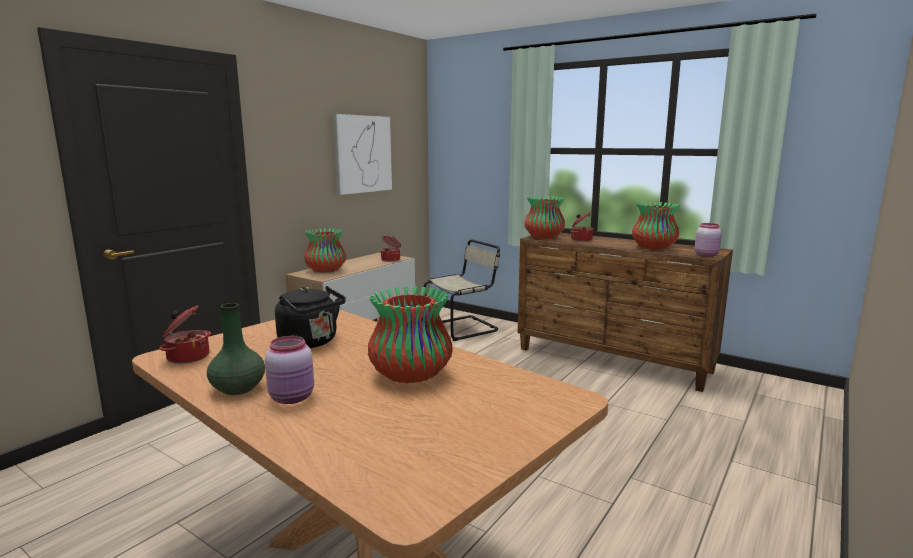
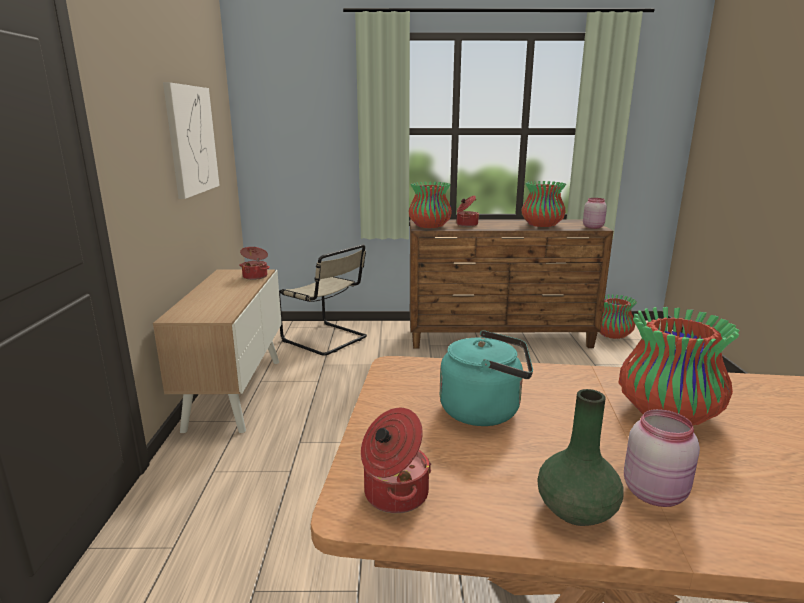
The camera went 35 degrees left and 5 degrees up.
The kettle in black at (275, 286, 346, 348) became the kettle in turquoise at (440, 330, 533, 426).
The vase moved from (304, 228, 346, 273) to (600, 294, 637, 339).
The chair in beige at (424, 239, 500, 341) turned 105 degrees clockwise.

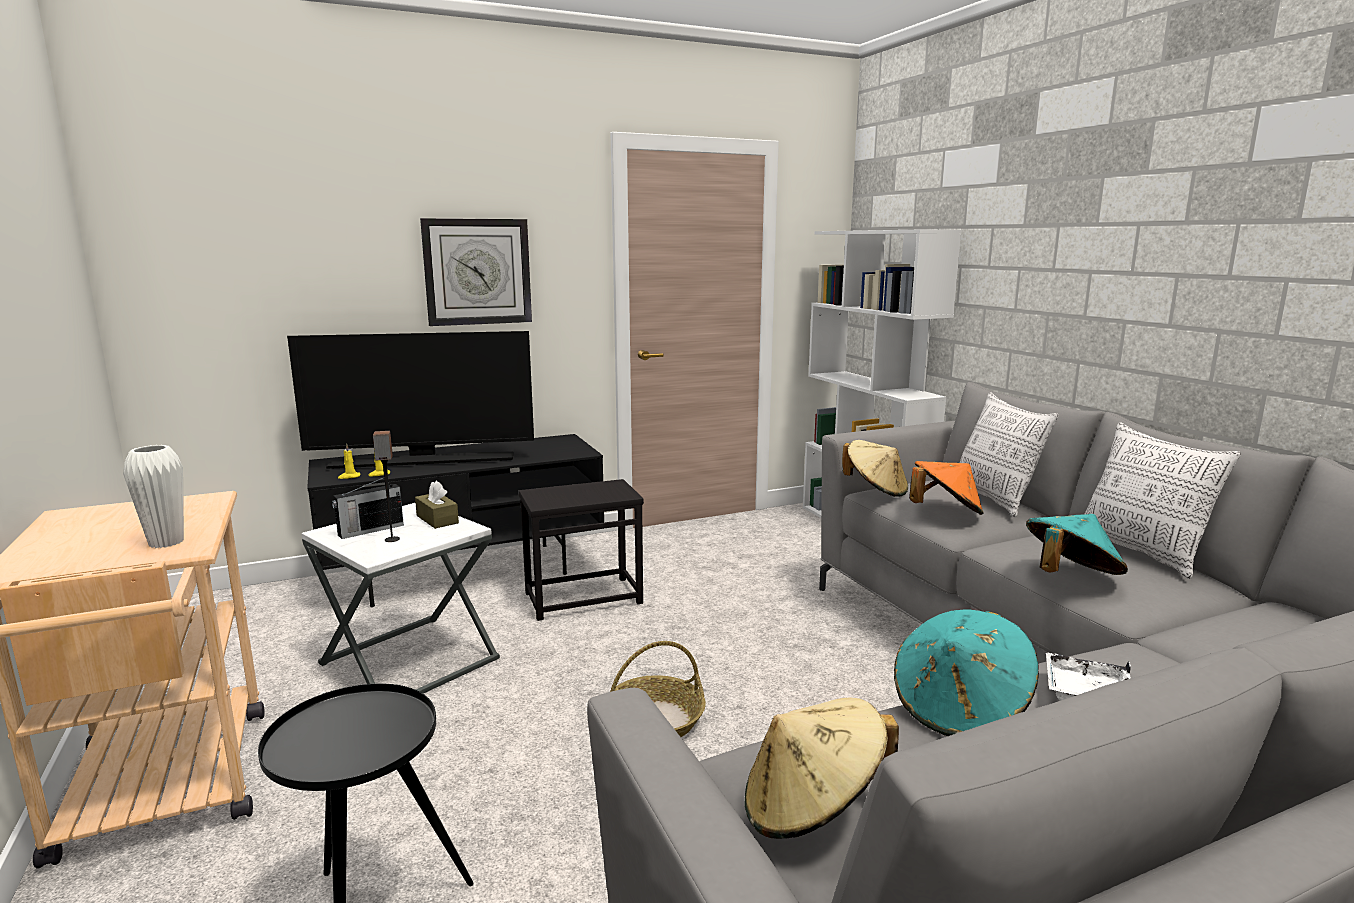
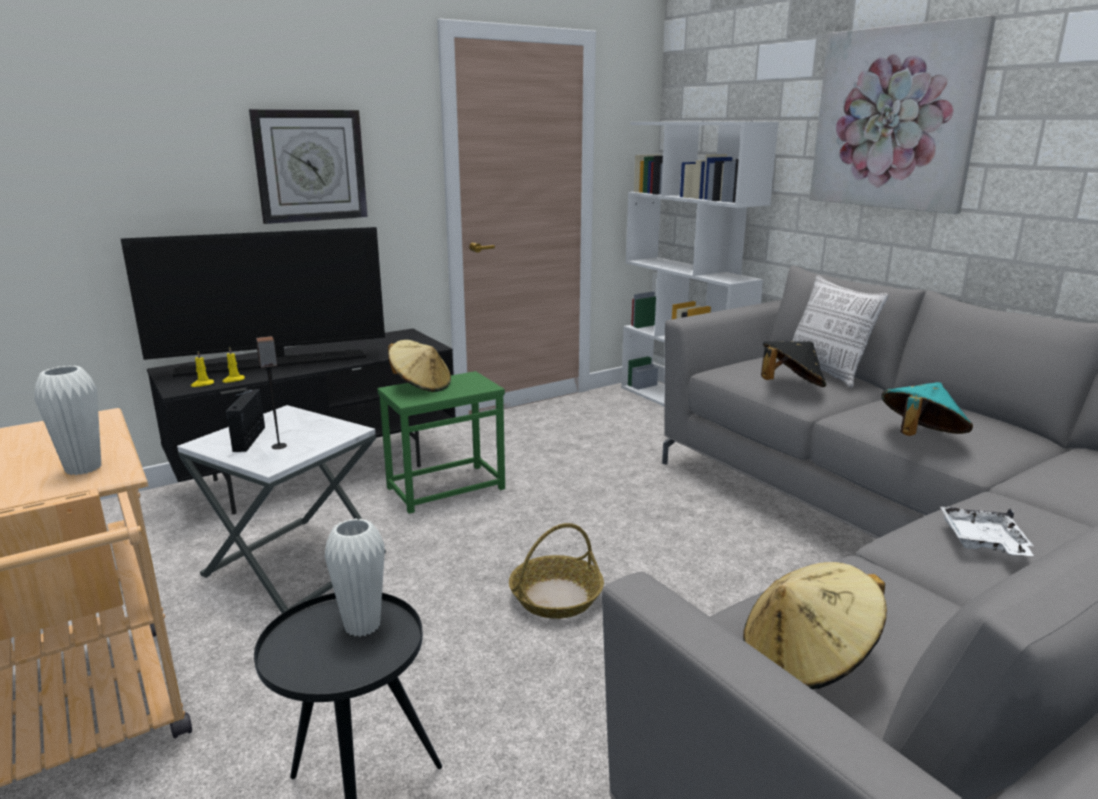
The camera went 10 degrees left and 5 degrees up.
The radio at (332, 475, 404, 539) turned 135 degrees clockwise.
The tissue box in brown at (415, 481, 459, 529) disappeared.
The side table in black at (519, 479, 644, 621) became the side table in green at (377, 371, 505, 514).
The hat in beige moved from (842, 440, 908, 497) to (388, 340, 451, 392).
The hat in turquoise at (894, 609, 1039, 736) disappeared.
The hat in orange at (909, 461, 984, 515) became the hat in black at (761, 341, 826, 387).
The pillow at (1085, 422, 1241, 579) disappeared.
The vase in white at (325, 518, 385, 637) appeared.
The picture at (809, 15, 996, 214) appeared.

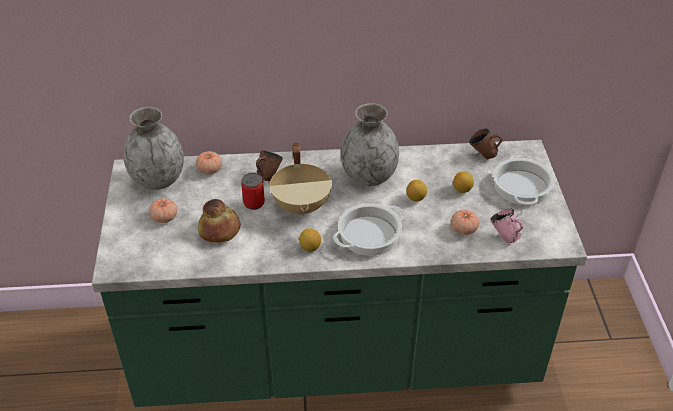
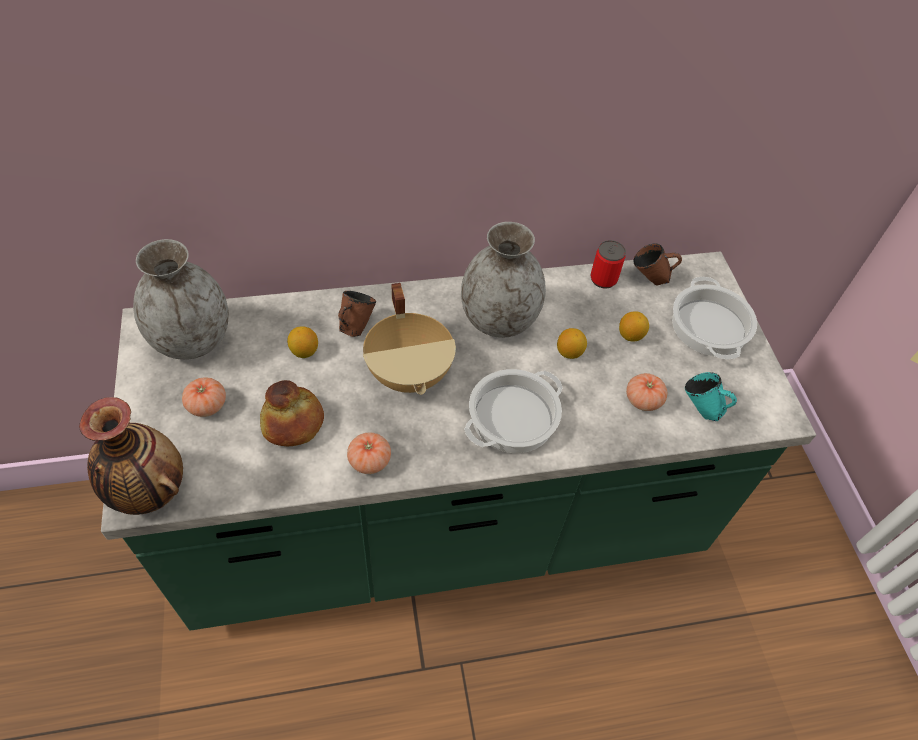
The camera went 10 degrees left and 10 degrees up.
The tomato moved from (196, 151, 222, 174) to (347, 433, 391, 474).
The can moved from (241, 173, 265, 210) to (591, 240, 626, 289).
The lemon moved from (299, 228, 321, 252) to (287, 326, 318, 358).
The mug in pink at (490, 209, 523, 243) became the mug in turquoise at (685, 372, 737, 421).
The vase at (79, 397, 183, 515) appeared.

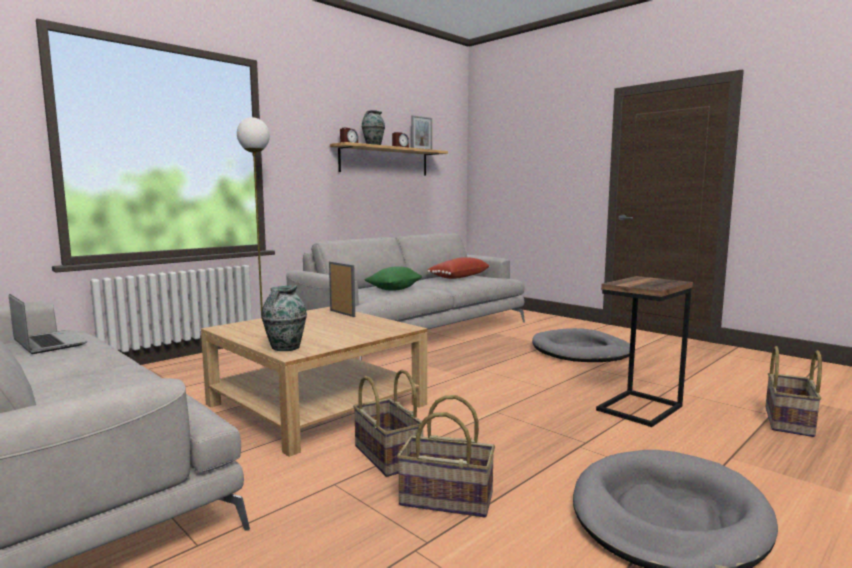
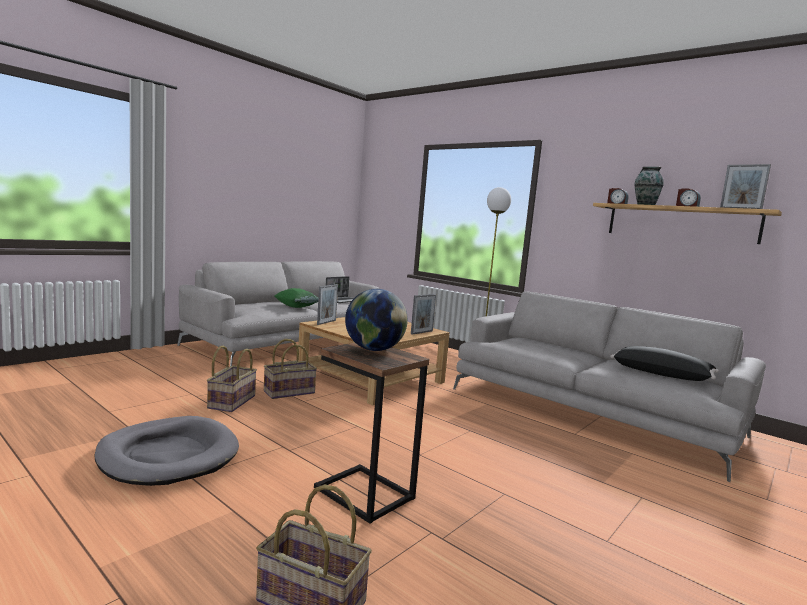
The camera went 85 degrees right and 0 degrees up.
The vase at (261, 285, 307, 351) was replaced by the picture frame at (317, 284, 338, 325).
The pillow in green moved from (364, 266, 423, 291) to (274, 288, 318, 308).
The pillow in red at (427, 257, 490, 279) became the pillow in black at (610, 346, 719, 381).
The dog bed in grey at (532, 328, 630, 362) disappeared.
The globe at (345, 289, 408, 351) appeared.

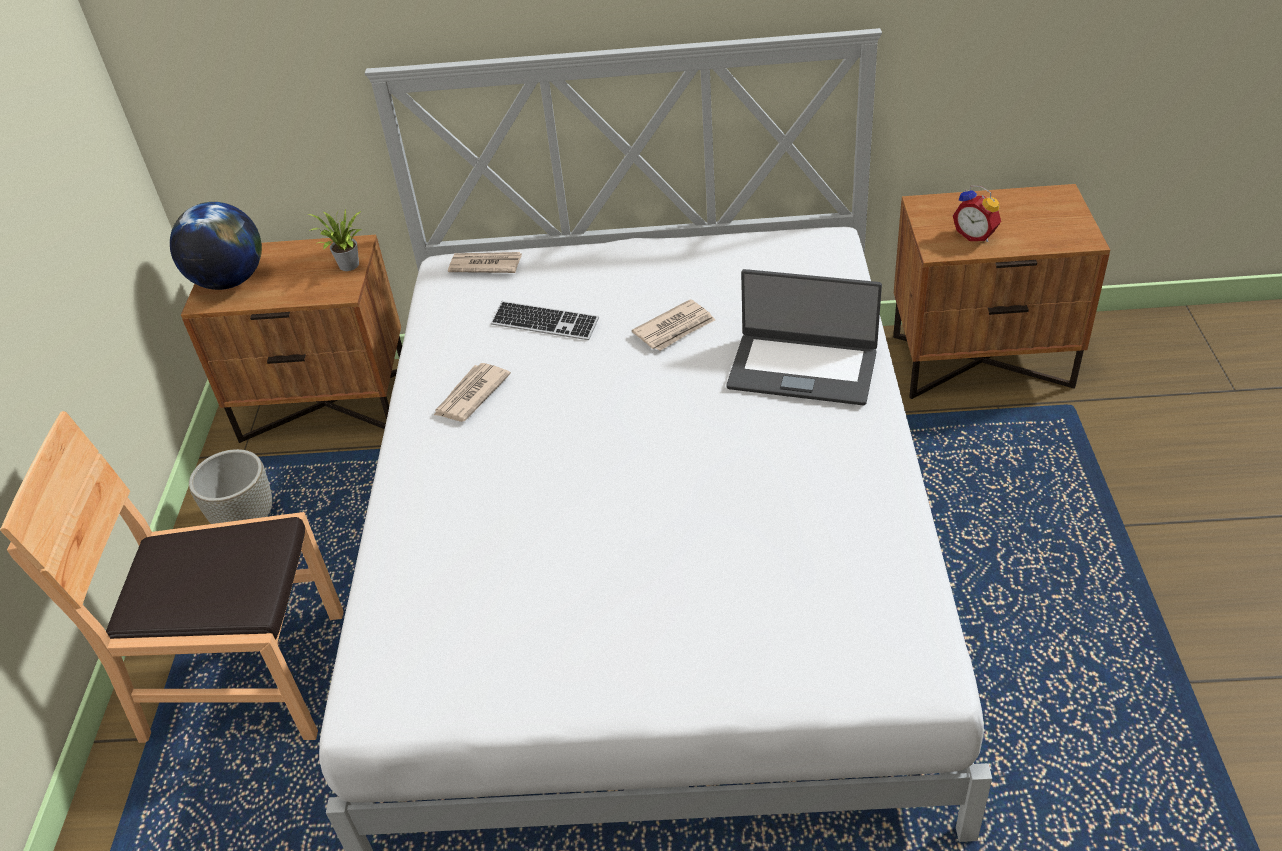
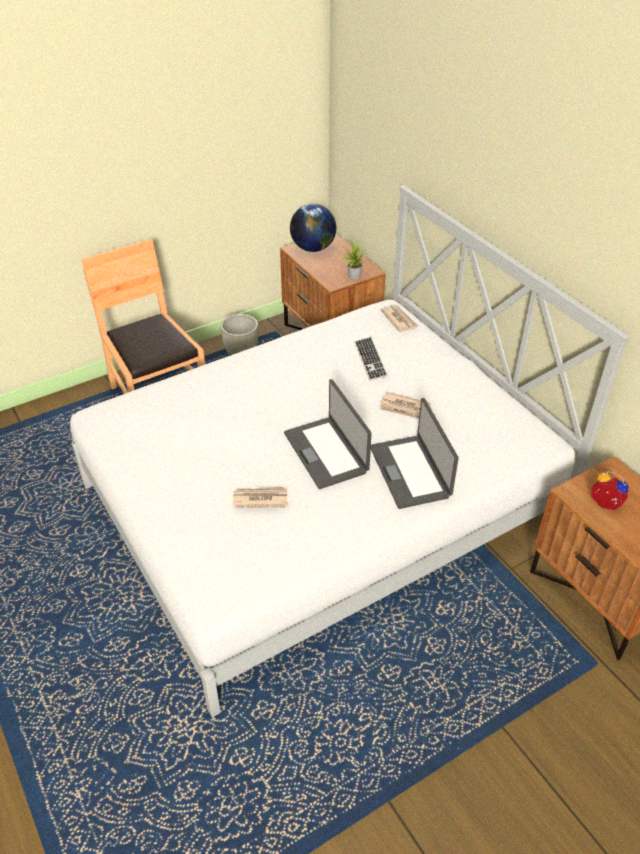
The camera went 55 degrees right and 0 degrees up.
The newspaper moved from (433, 363, 511, 422) to (233, 487, 287, 508).
The alarm clock at (953, 185, 1001, 242) turned 120 degrees clockwise.
The laptop at (284, 379, 372, 489) appeared.

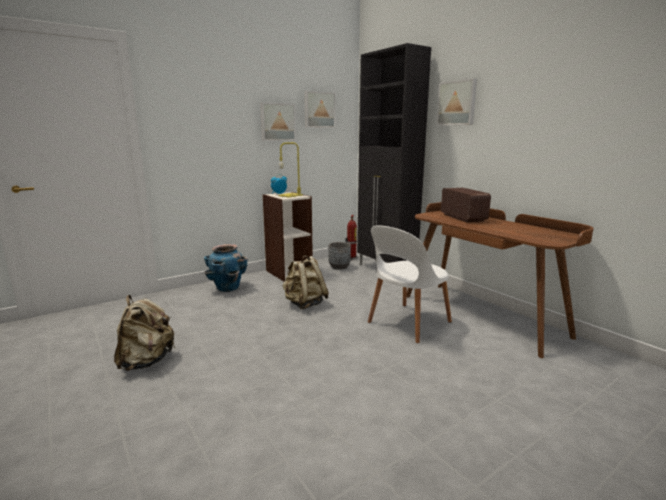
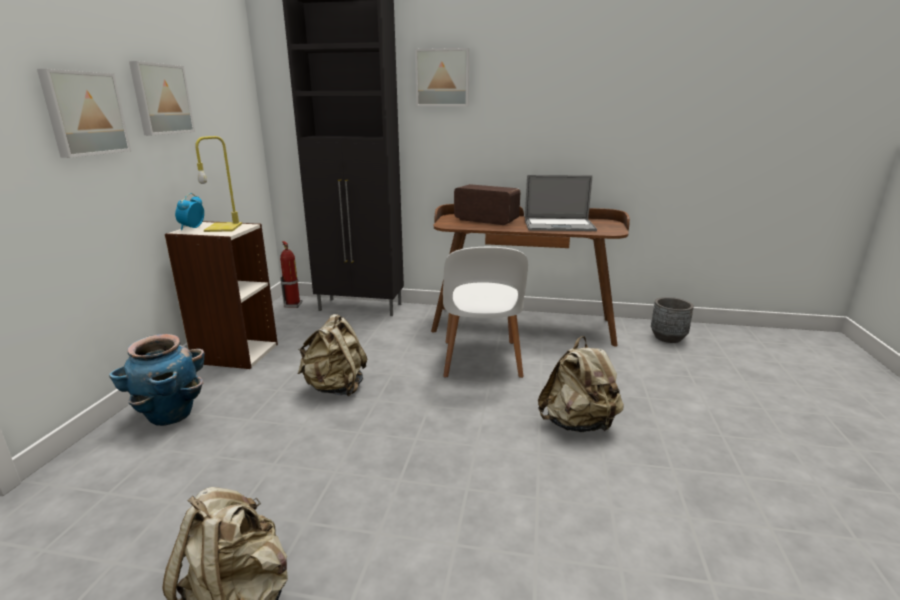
The camera went 45 degrees left and 5 degrees up.
The picture moved from (304, 91, 336, 128) to (37, 69, 131, 158).
The planter in grey moved from (328, 242, 351, 270) to (651, 297, 694, 343).
The laptop at (525, 175, 597, 231) appeared.
The backpack in beige at (538, 336, 624, 432) appeared.

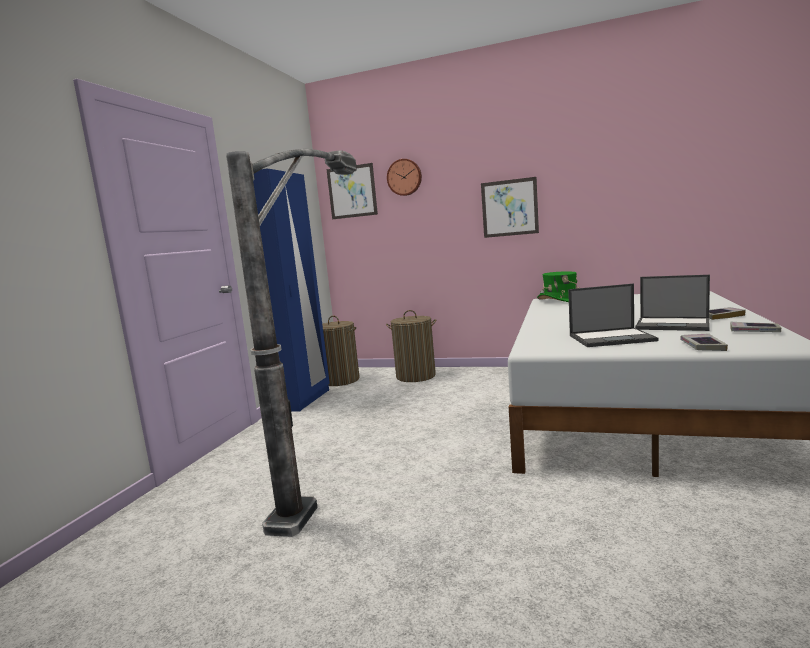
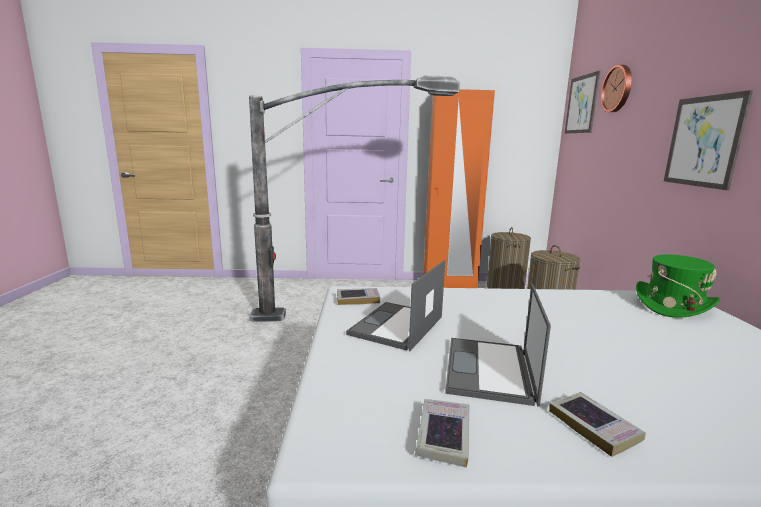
The camera went 70 degrees right and 5 degrees up.
The wardrobe in blue at (253, 169, 330, 412) became the wardrobe in orange at (424, 89, 495, 288).
The laptop at (568, 283, 658, 347) turned 45 degrees clockwise.
The book moved from (680, 333, 728, 351) to (337, 288, 380, 305).

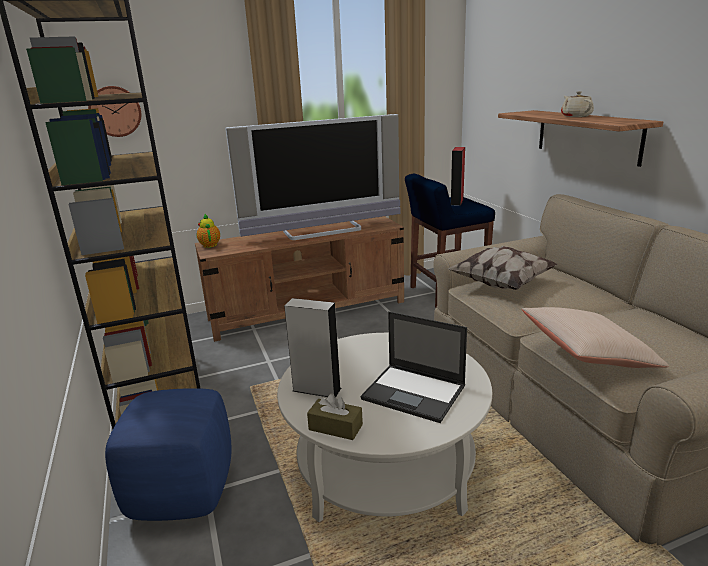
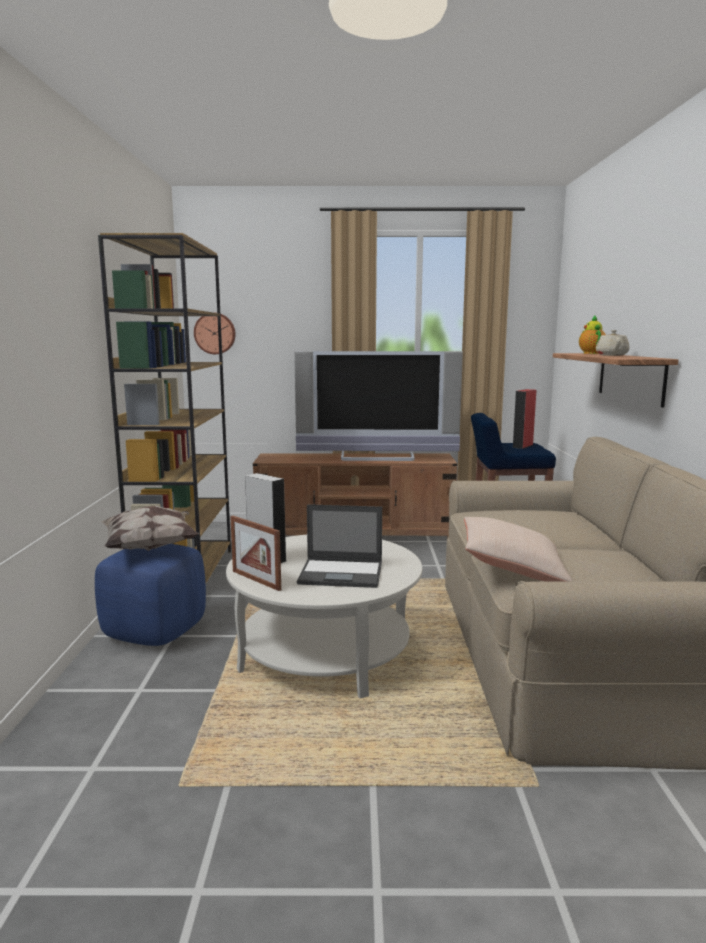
The camera went 20 degrees right and 10 degrees down.
The teapot moved from (197, 214, 220, 248) to (579, 315, 606, 354).
The tissue box in brown at (307, 393, 363, 440) was replaced by the picture frame at (230, 516, 281, 591).
The laptop at (361, 311, 467, 423) turned 45 degrees counterclockwise.
The pillow moved from (448, 246, 557, 290) to (101, 506, 199, 551).

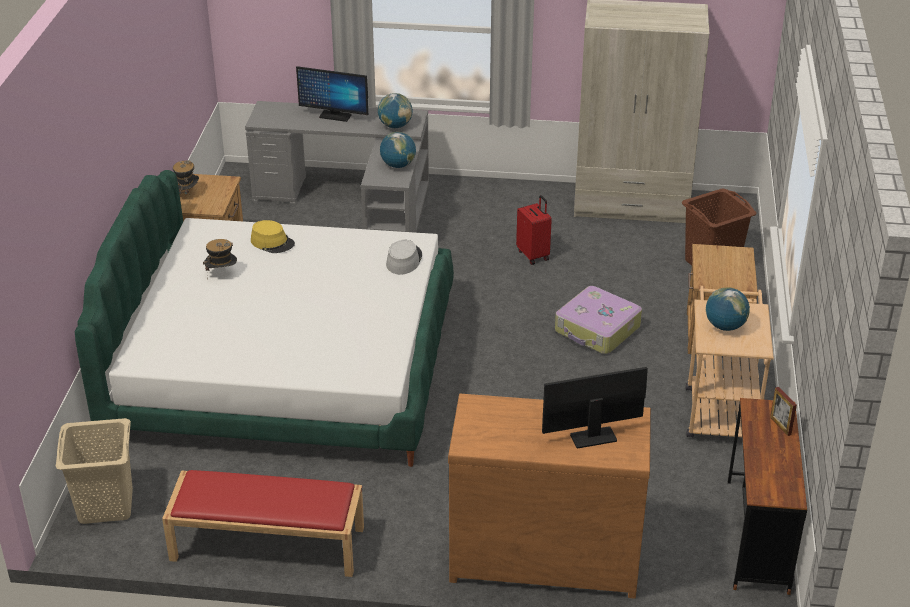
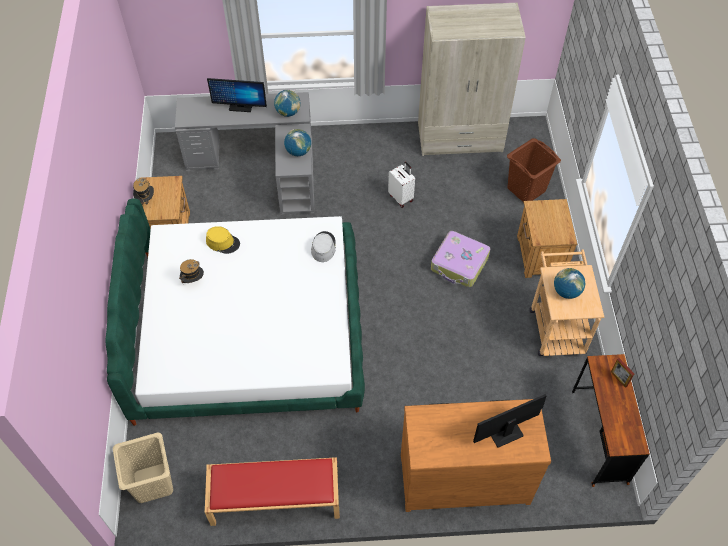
The camera went 10 degrees left and 20 degrees up.
The suitcase in red at (516, 195, 552, 265) became the suitcase in white at (388, 162, 415, 208).

